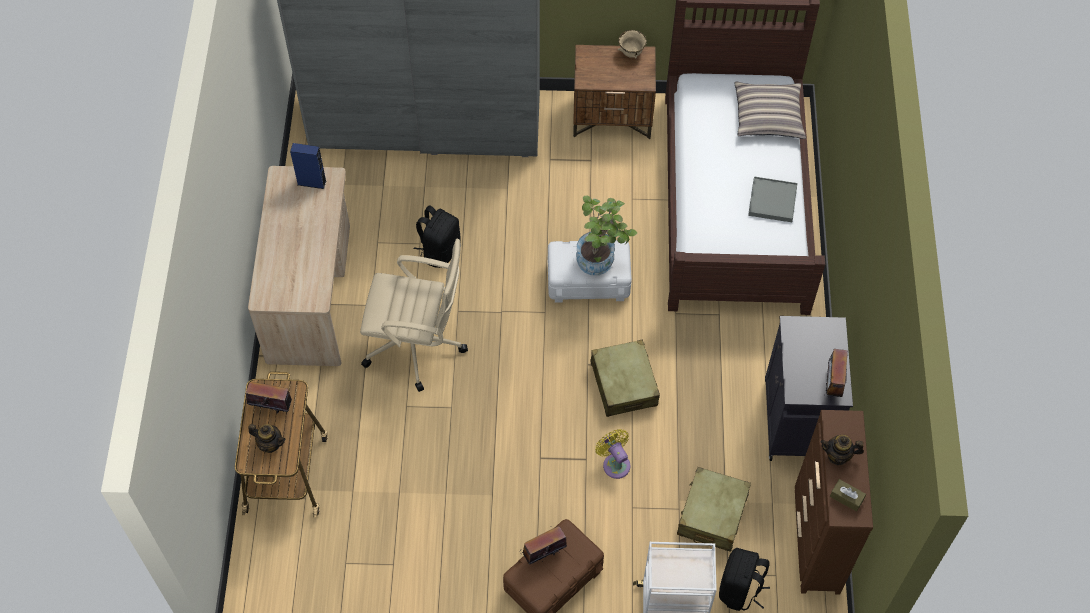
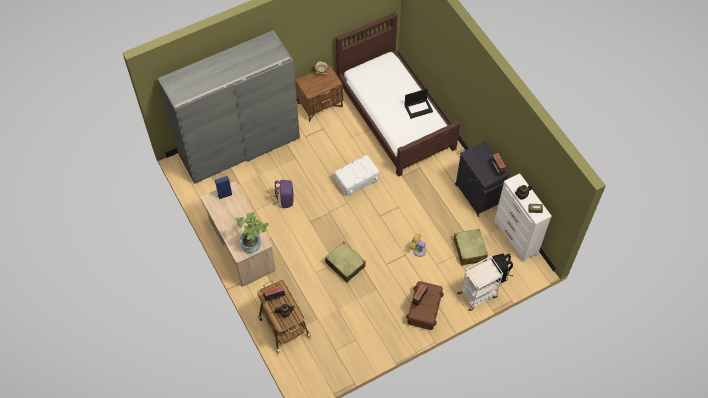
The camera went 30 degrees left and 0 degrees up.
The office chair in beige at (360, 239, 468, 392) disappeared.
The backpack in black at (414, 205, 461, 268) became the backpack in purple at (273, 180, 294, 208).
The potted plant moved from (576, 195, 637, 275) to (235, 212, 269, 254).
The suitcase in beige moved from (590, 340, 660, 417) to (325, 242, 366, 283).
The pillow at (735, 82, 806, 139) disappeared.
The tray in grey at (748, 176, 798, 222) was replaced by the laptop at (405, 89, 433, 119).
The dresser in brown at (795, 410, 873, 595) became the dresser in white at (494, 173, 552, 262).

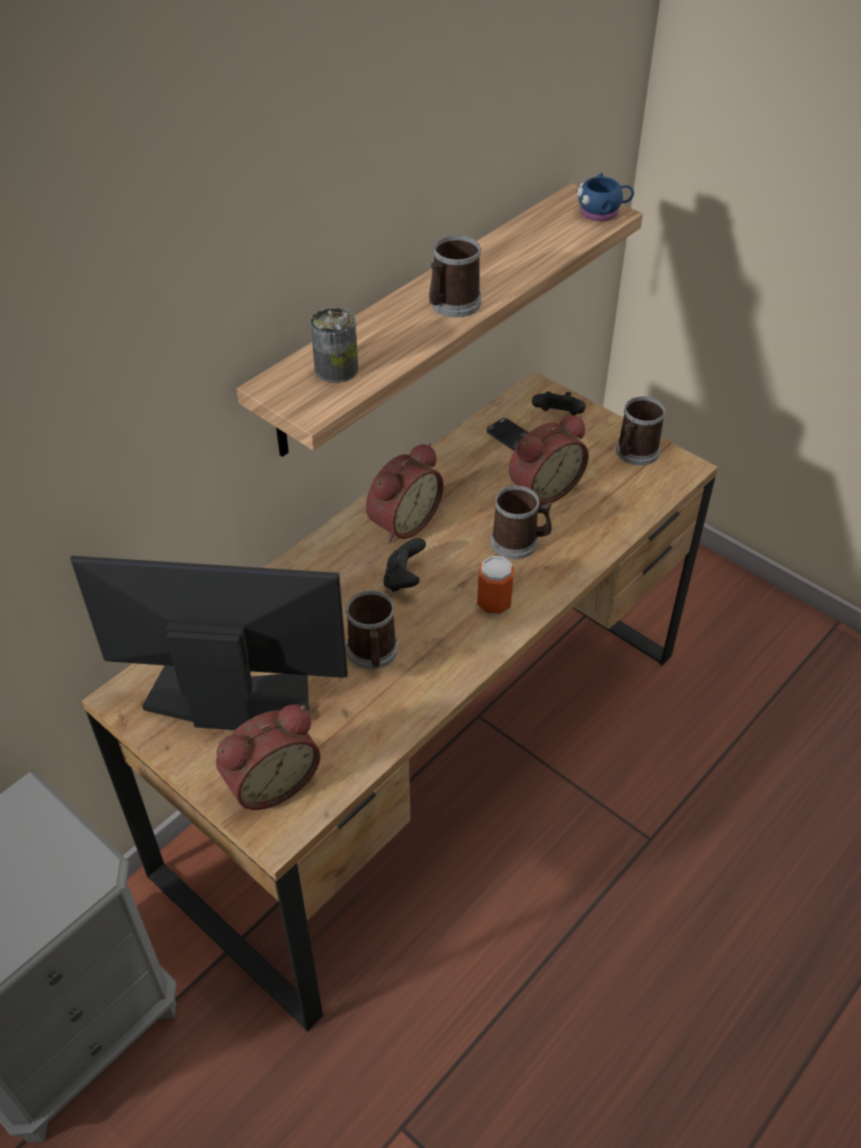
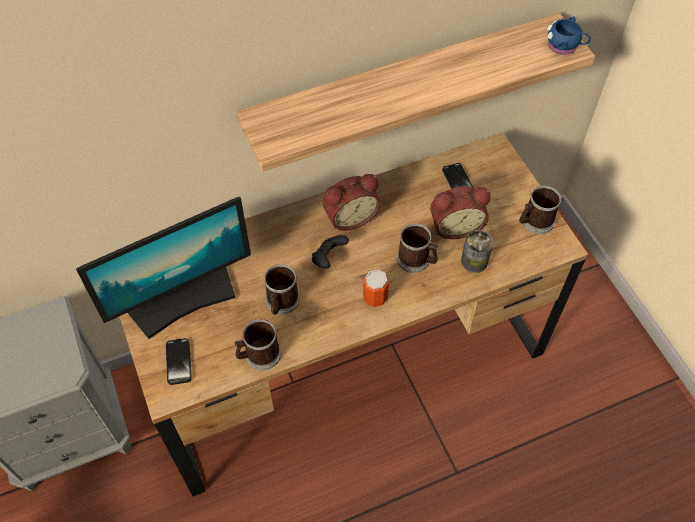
The camera went 25 degrees right and 10 degrees up.
The monitor at (70, 556, 348, 730) turned 120 degrees clockwise.
The alarm clock at (216, 704, 320, 810) was replaced by the phone at (166, 338, 192, 385).
The can moved from (310, 308, 358, 383) to (461, 230, 493, 273).
The mug moved from (429, 235, 481, 318) to (235, 319, 281, 370).
The game controller in black at (532, 391, 586, 415) disappeared.

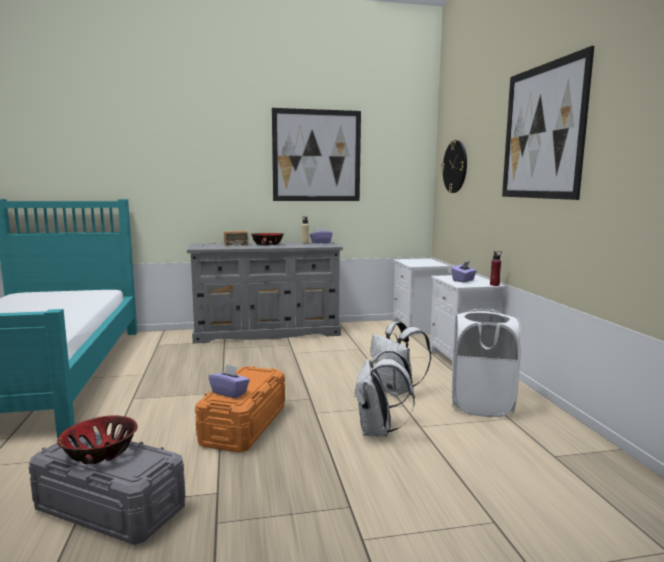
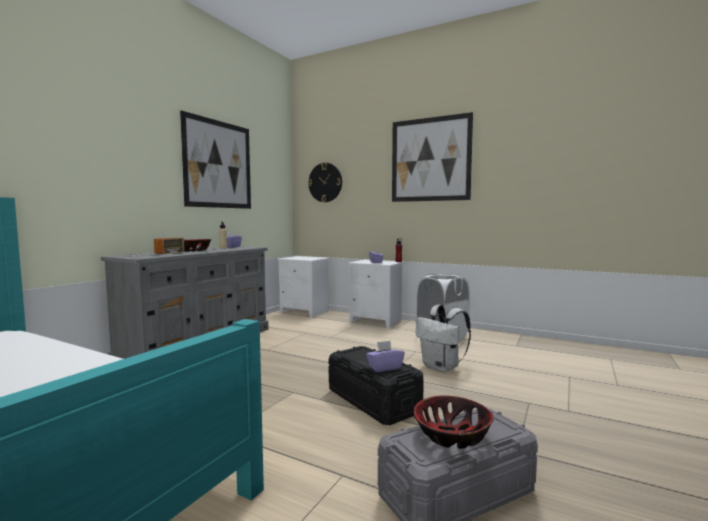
The camera went 50 degrees left and 5 degrees down.
The storage box in orange at (195, 366, 285, 453) became the storage box in black at (329, 346, 424, 425).
The backpack in white at (370, 321, 431, 396) disappeared.

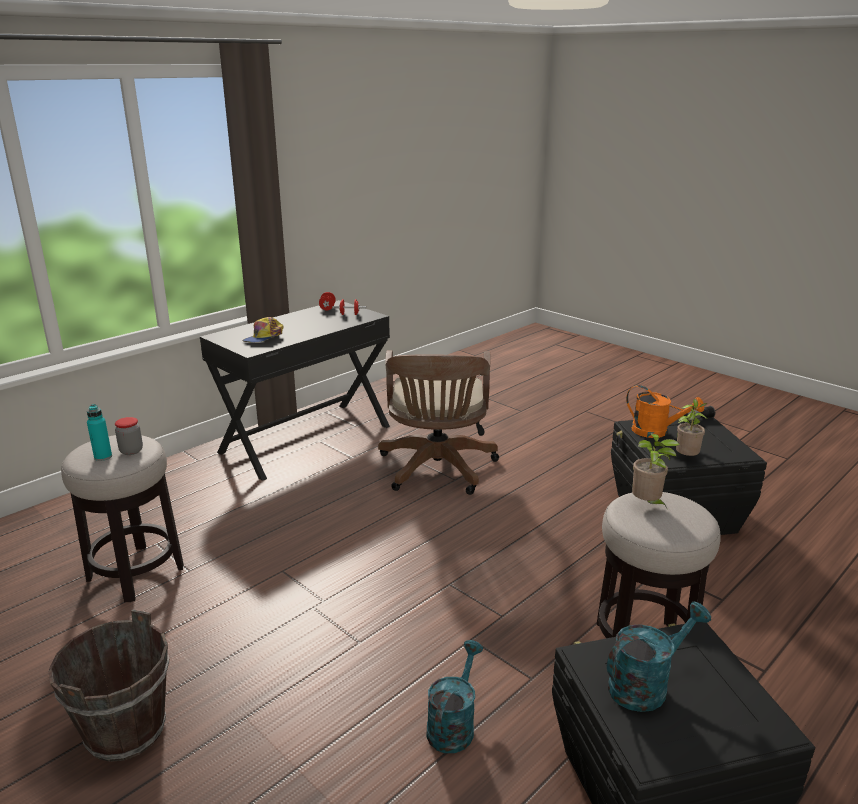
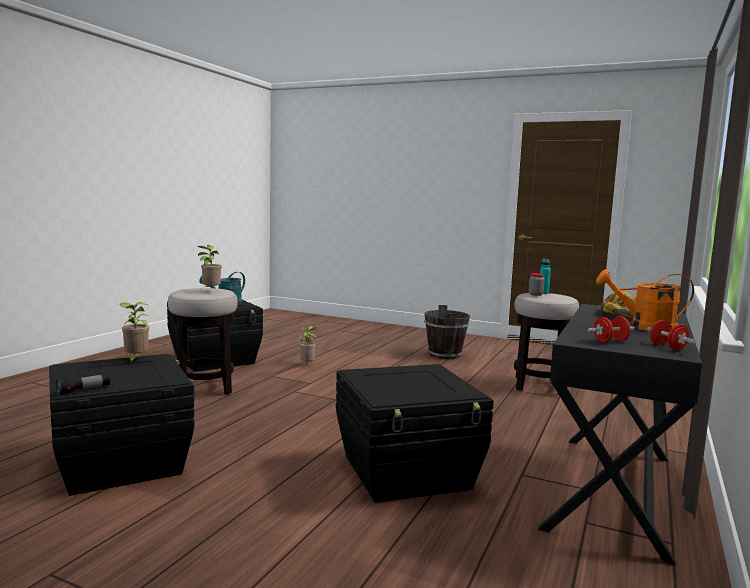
The camera went 160 degrees right and 15 degrees down.
The office chair in brown at (378, 350, 499, 495) was replaced by the storage box in black at (336, 364, 494, 503).
The watering can in turquoise at (427, 640, 483, 753) was replaced by the potted plant at (299, 326, 316, 362).
The watering can in orange moved from (626, 385, 704, 438) to (596, 269, 694, 331).

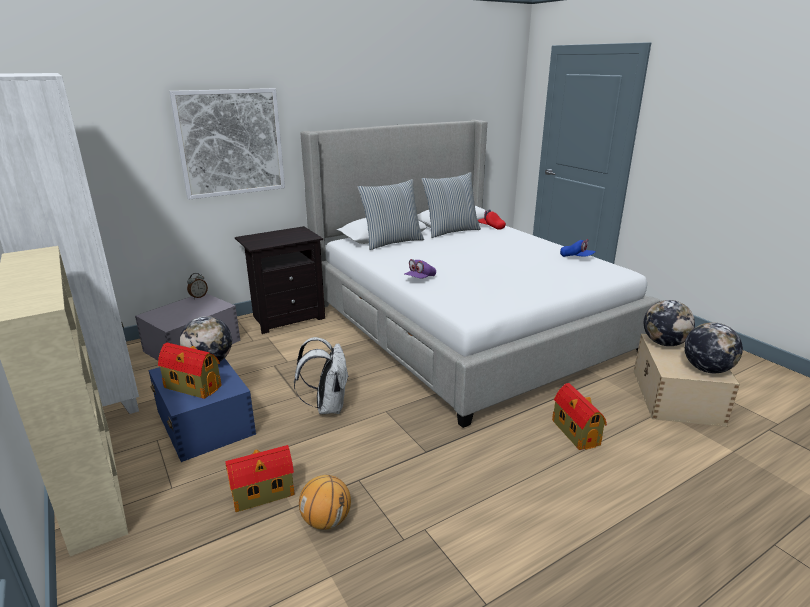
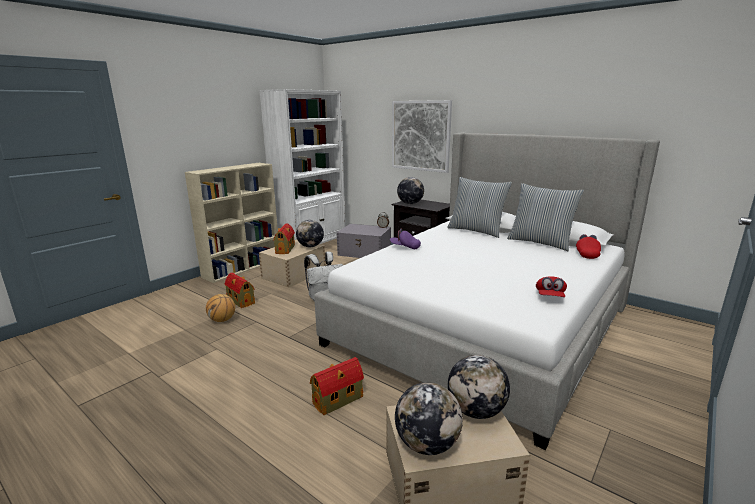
The camera went 70 degrees right and 5 degrees down.
The storage box in blue at (149, 358, 256, 462) became the storage box in beige at (259, 239, 326, 287).
The cap in blue at (560, 239, 596, 257) became the cap in red at (536, 276, 567, 297).
The globe at (397, 177, 424, 204) appeared.

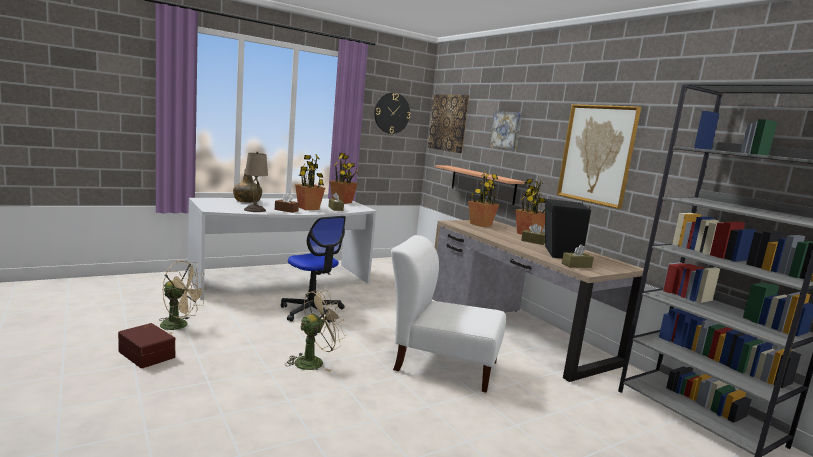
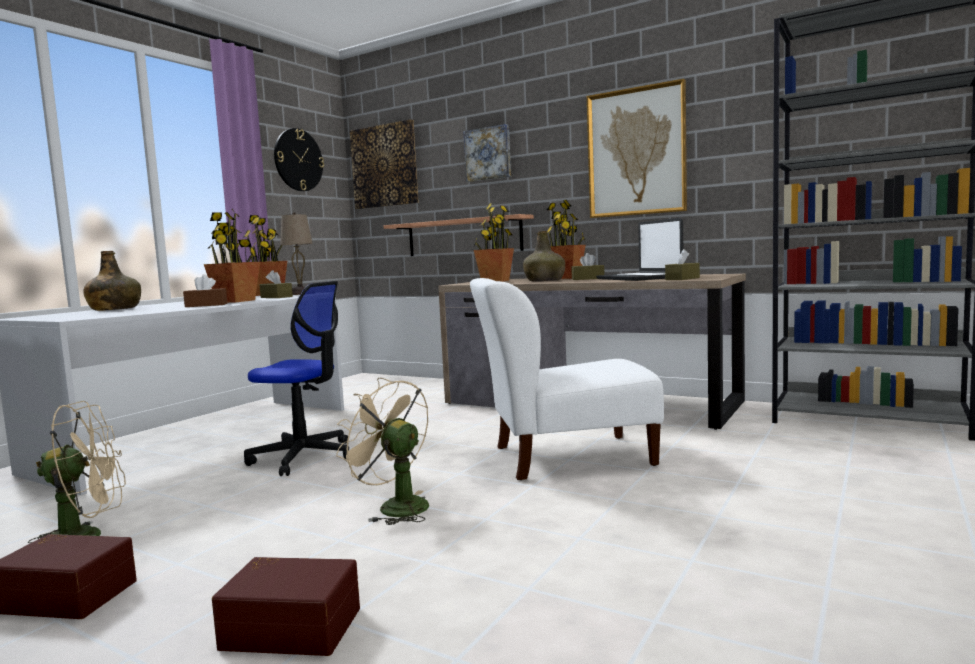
The camera went 25 degrees left and 5 degrees down.
The table lamp in beige moved from (244, 152, 268, 212) to (280, 212, 313, 295).
The fan in beige at (285, 290, 346, 372) turned 75 degrees counterclockwise.
The speaker in black at (545, 199, 591, 259) was replaced by the laptop at (596, 218, 683, 281).
The storage box in brown at (212, 557, 360, 656) appeared.
The bottle in green at (523, 231, 565, 282) appeared.

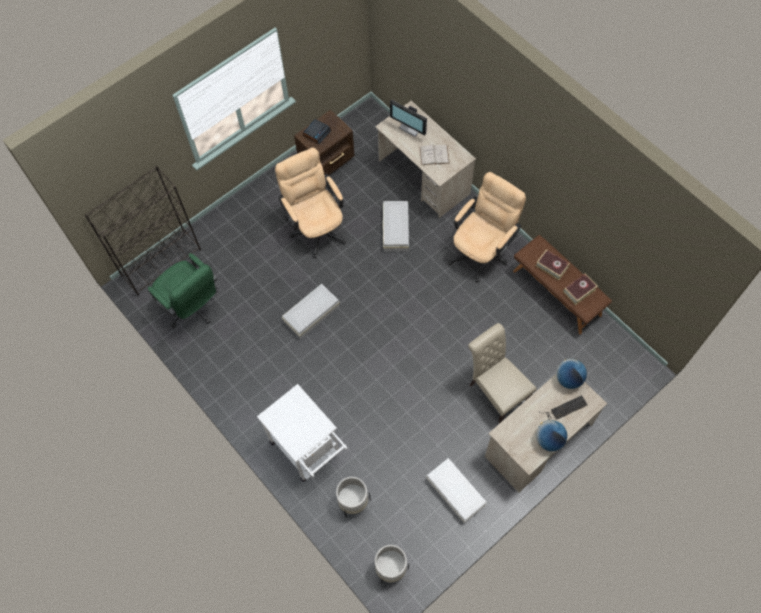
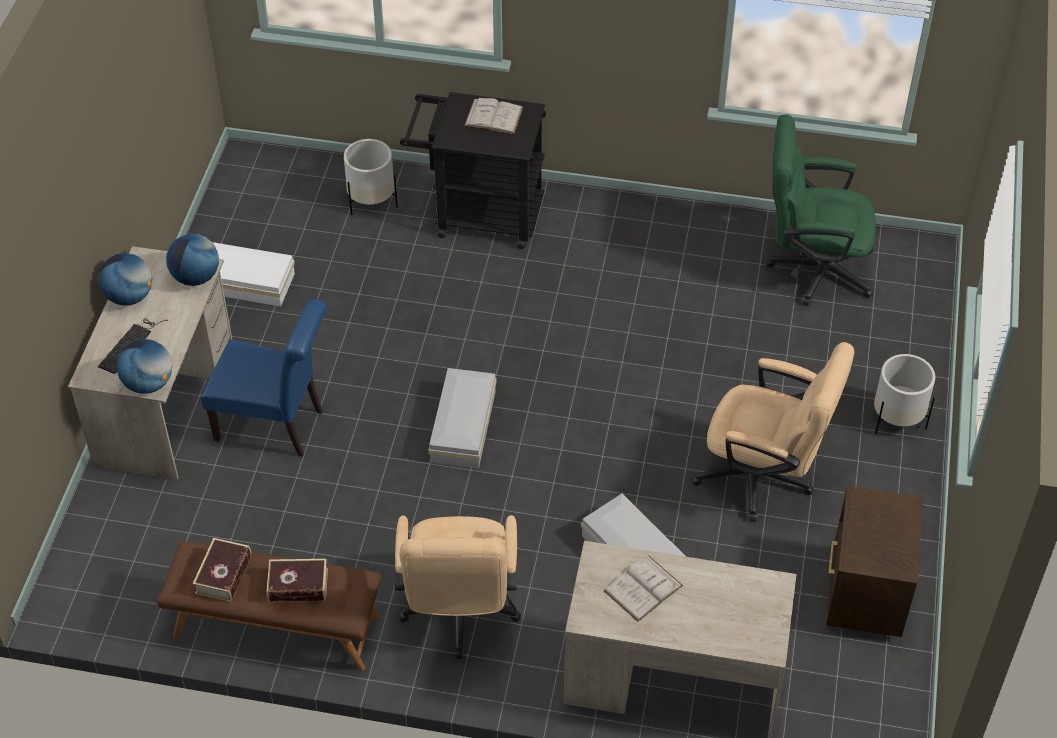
The camera went 140 degrees right and 15 degrees down.
The bookcase in black at (85, 166, 201, 295) disappeared.
The cart in white at (257, 384, 347, 482) became the cart in black at (400, 92, 546, 249).
The storage box in white moved from (282, 284, 340, 339) to (428, 368, 497, 469).
The alarm clock at (303, 119, 331, 144) disappeared.
The planter in white moved from (375, 545, 409, 584) to (874, 354, 935, 434).
The monitor at (390, 100, 427, 137) disappeared.
The chair in beige at (468, 323, 537, 423) became the chair in blue at (201, 299, 327, 457).
The globe at (166, 234, 219, 286) appeared.
The book in white at (464, 98, 523, 134) appeared.

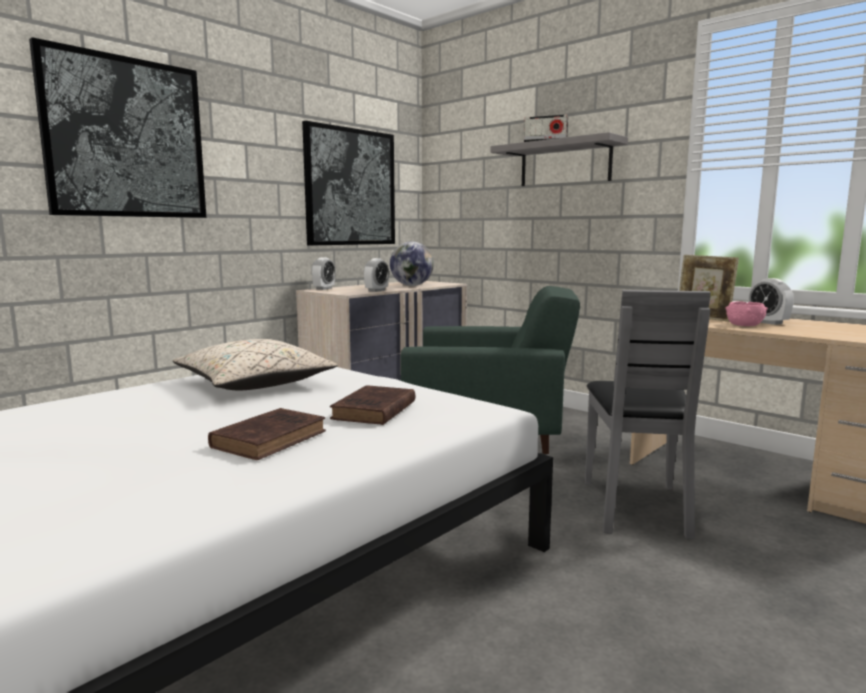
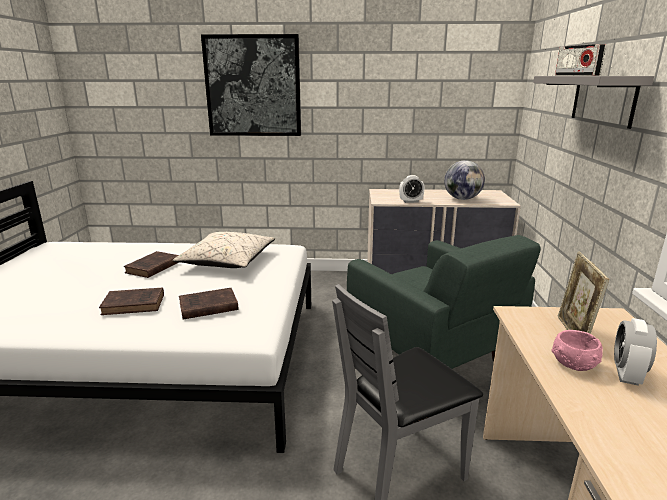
The camera went 50 degrees right and 10 degrees up.
The picture at (302, 121, 395, 246) disappeared.
The alarm clock at (311, 257, 335, 290) disappeared.
The book in brown at (124, 251, 179, 278) appeared.

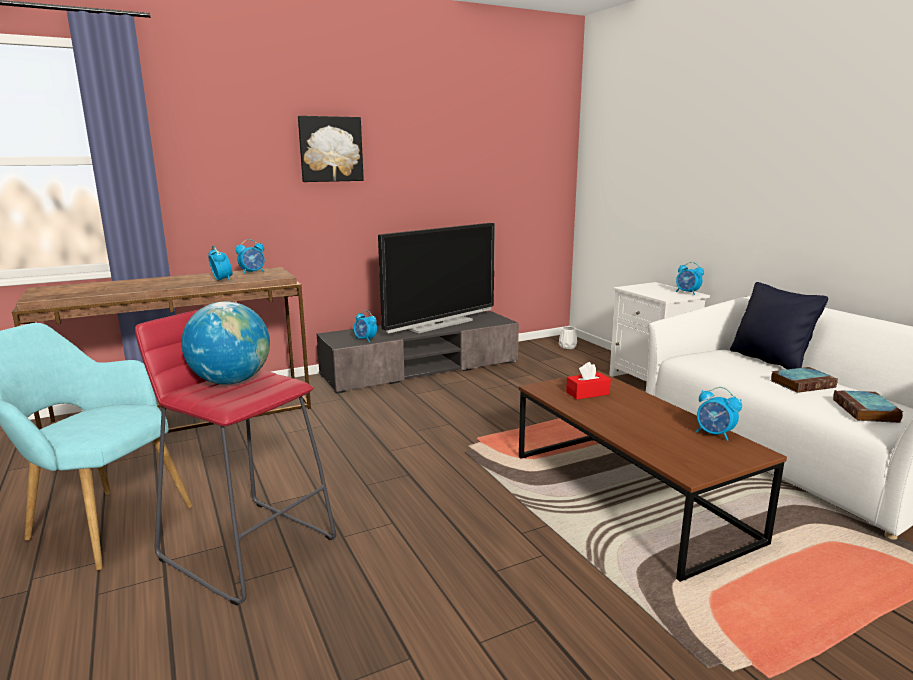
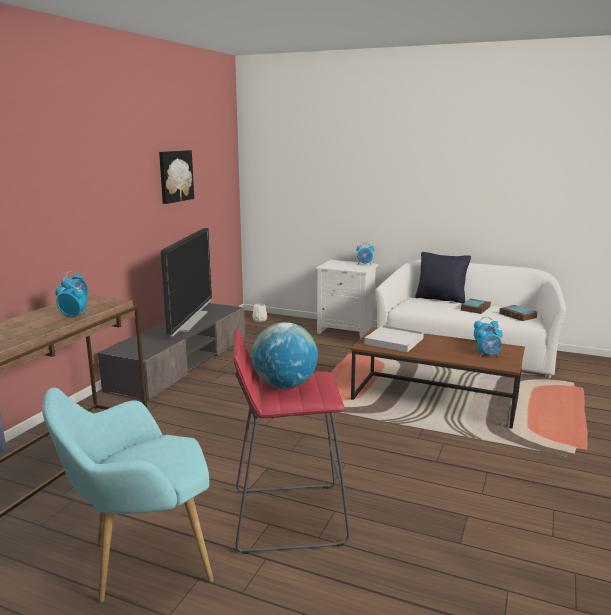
The camera went 40 degrees left and 0 degrees up.
The picture moved from (298, 116, 364, 182) to (159, 150, 194, 204).
The alarm clock moved from (354, 310, 377, 342) to (477, 325, 503, 357).
The tissue box in red at (566, 362, 611, 400) was replaced by the tray in white at (364, 325, 424, 352).

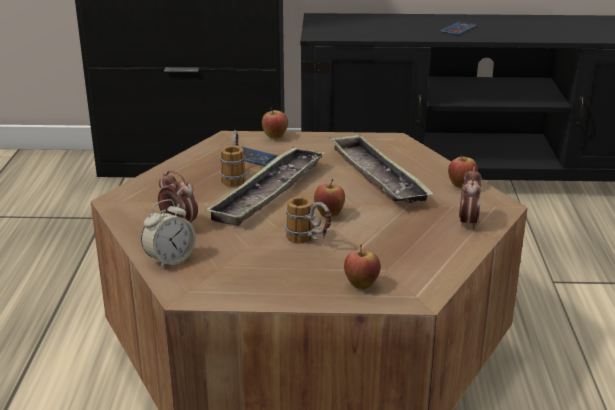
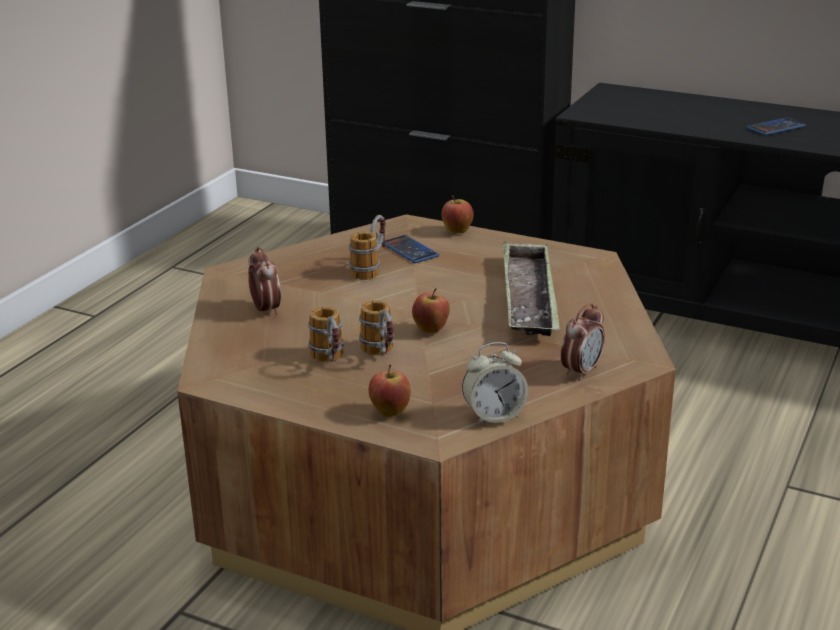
The camera went 25 degrees right and 0 degrees up.
The alarm clock moved from (141, 199, 196, 270) to (462, 342, 528, 425).
The tray at (205, 147, 324, 226) disappeared.
The apple at (448, 152, 478, 189) disappeared.
The mug at (308, 306, 344, 362) appeared.

